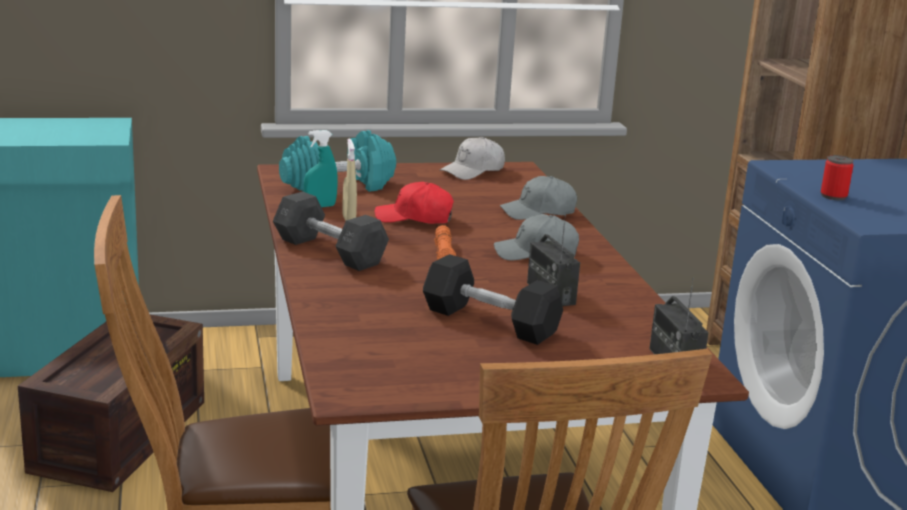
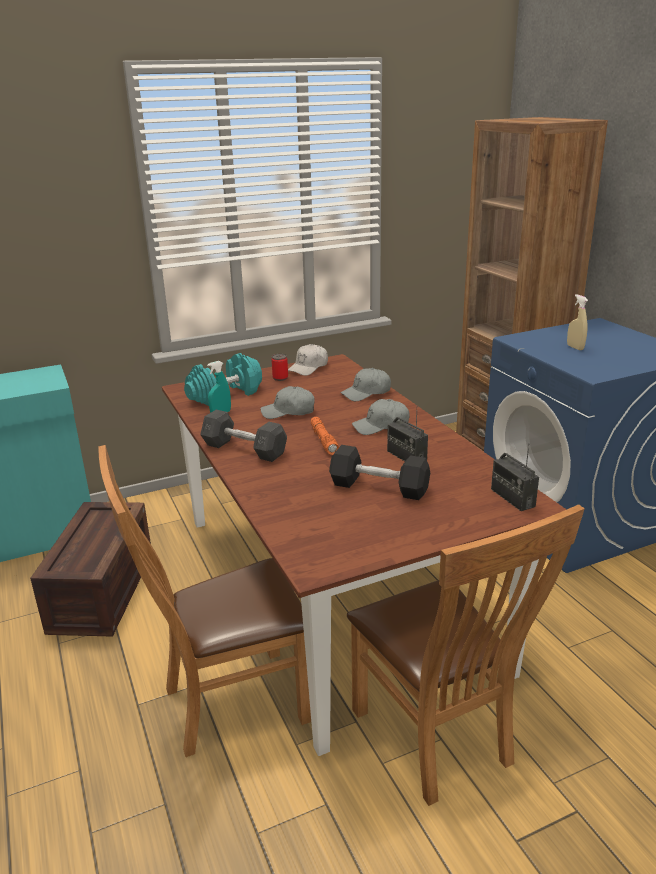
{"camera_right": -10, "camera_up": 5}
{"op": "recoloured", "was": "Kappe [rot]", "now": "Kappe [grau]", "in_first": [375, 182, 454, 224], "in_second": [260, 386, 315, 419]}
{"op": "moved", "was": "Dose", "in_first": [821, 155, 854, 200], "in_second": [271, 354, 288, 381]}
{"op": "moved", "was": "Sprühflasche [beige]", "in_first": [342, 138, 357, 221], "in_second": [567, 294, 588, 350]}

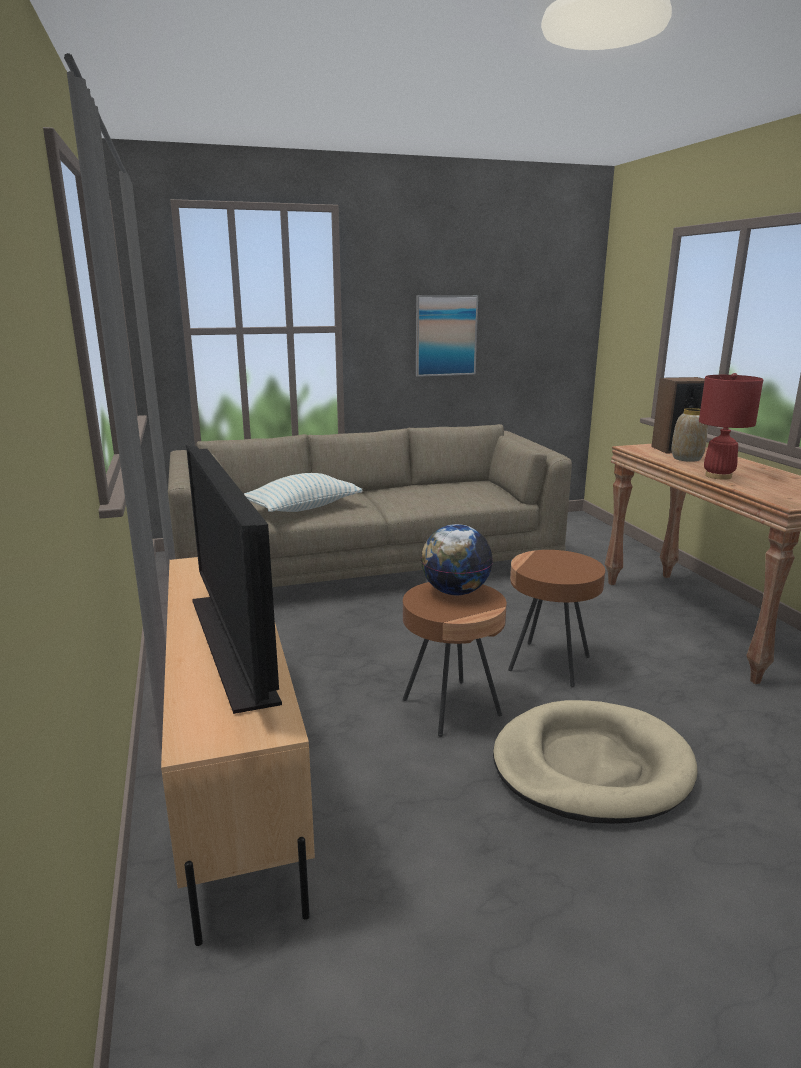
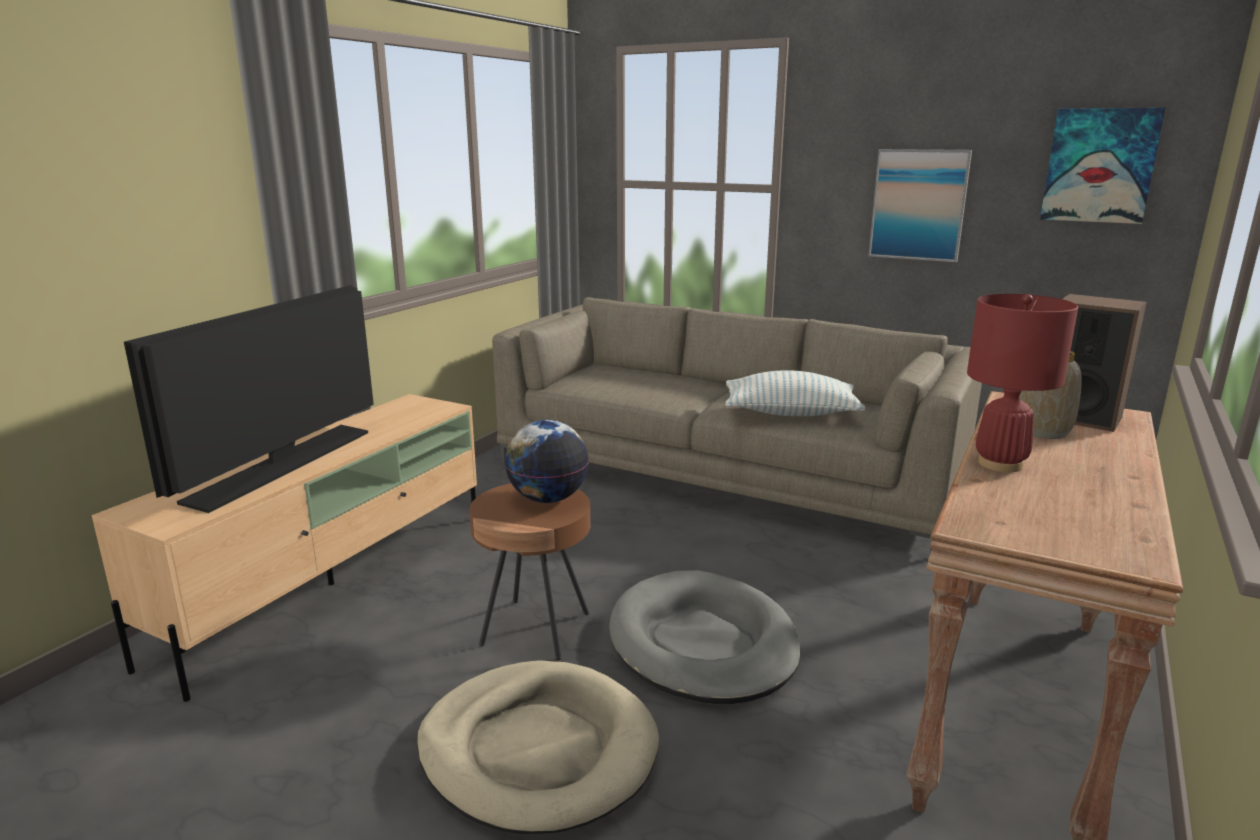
{"camera_right": 45, "camera_up": 0}
{"op": "replaced", "was": "Beistelltisch [braun]", "now": "Hundebett [grau]", "in_first": [508, 550, 605, 687], "in_second": [609, 570, 800, 704]}
{"op": "moved", "was": "Kissen", "in_first": [244, 473, 363, 512], "in_second": [725, 370, 866, 416]}
{"op": "added", "now": "Bild", "in_second": [1040, 107, 1166, 224]}

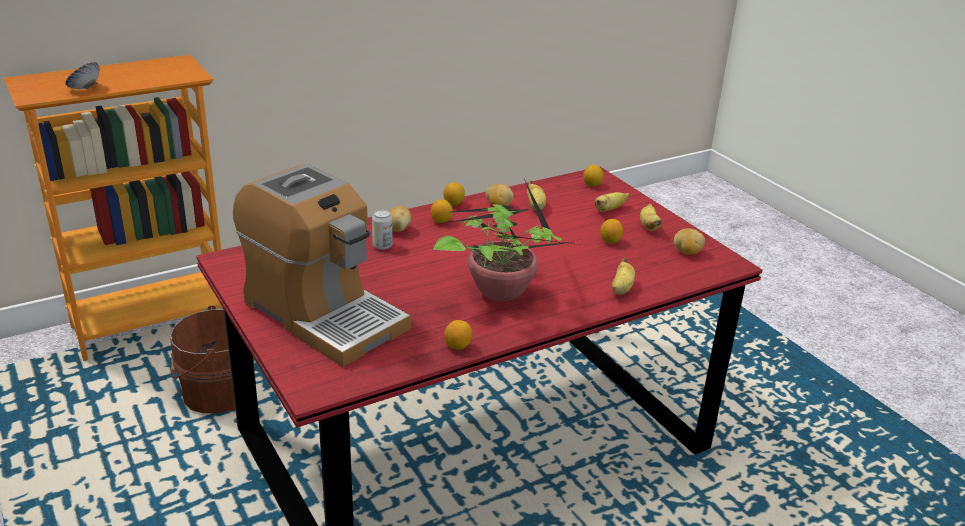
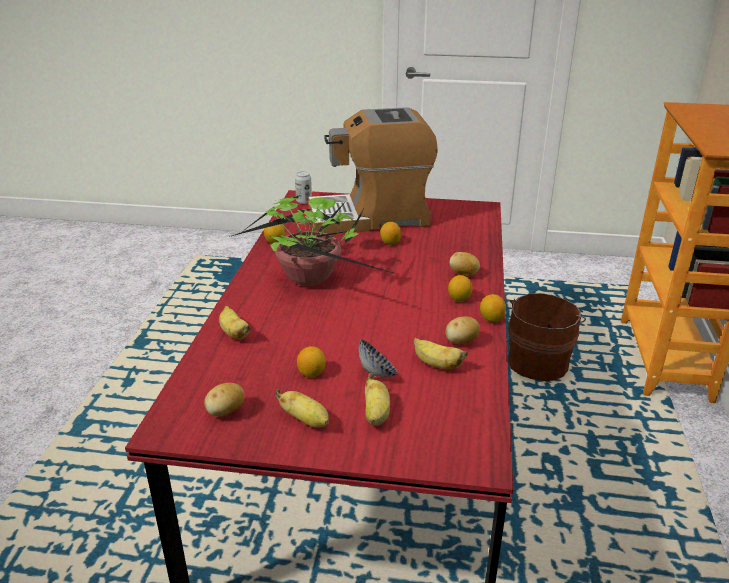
{"camera_right": 130, "camera_up": 0}
{"op": "moved", "was": "Dose", "in_first": [372, 210, 393, 250], "in_second": [295, 171, 312, 204]}
{"op": "moved", "was": "Schüssel", "in_first": [66, 62, 100, 89], "in_second": [359, 339, 398, 378]}
{"op": "moved", "was": "Zitrone", "in_first": [583, 165, 604, 187], "in_second": [380, 222, 401, 245]}

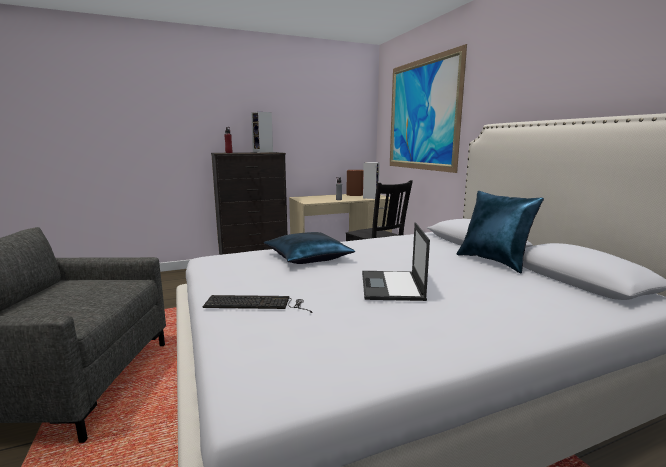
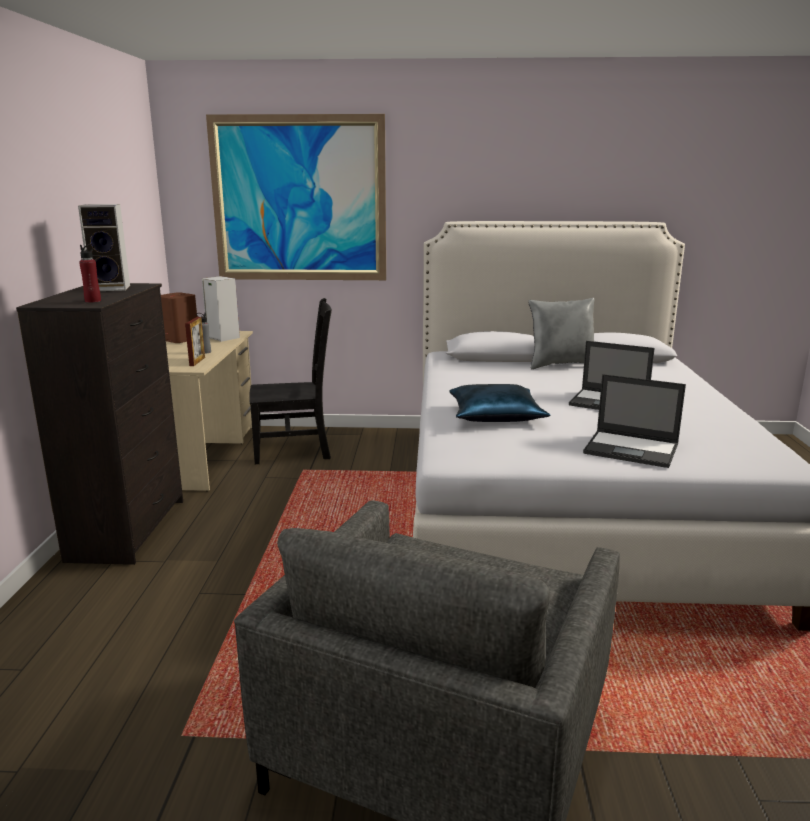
{"camera_right": -65, "camera_up": 5}
{"op": "added", "now": "Bilderrahmen", "in_second": [185, 317, 205, 366]}
{"op": "recoloured", "was": "Kissen [blau]", "now": "Kissen [grau]", "in_first": [457, 191, 544, 273], "in_second": [528, 298, 595, 369]}
{"op": "replaced", "was": "Tastatur", "now": "Laptop", "in_first": [203, 295, 312, 313], "in_second": [583, 374, 686, 468]}

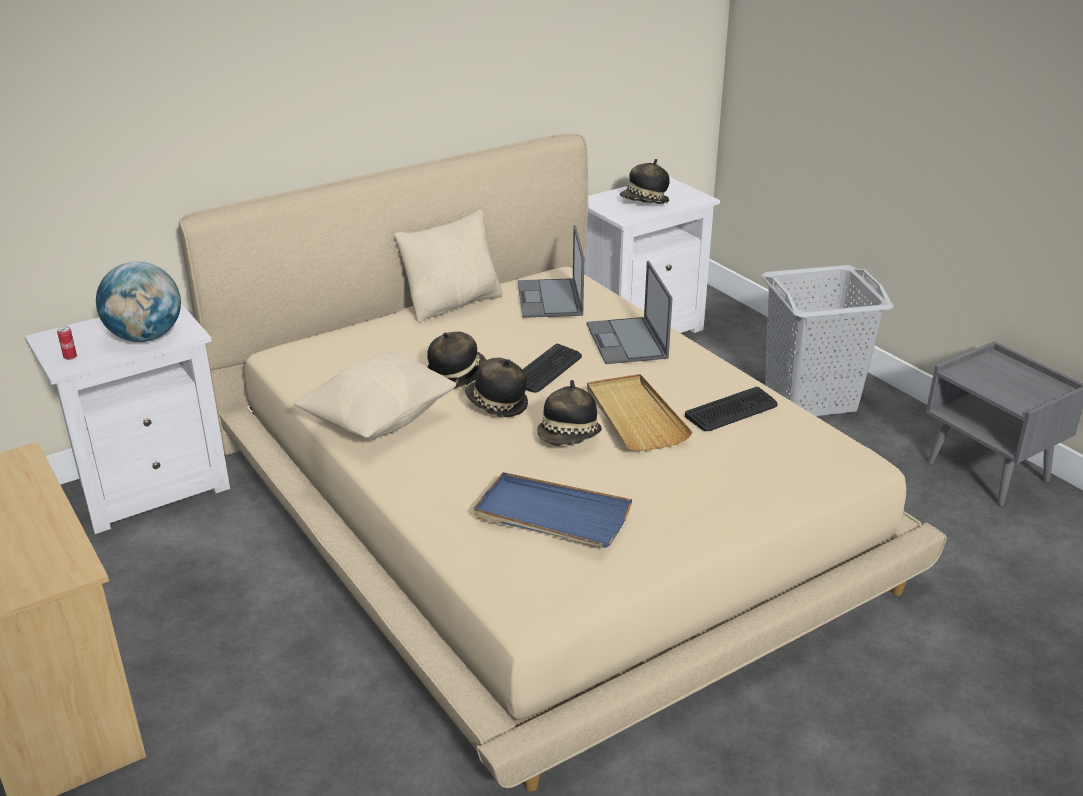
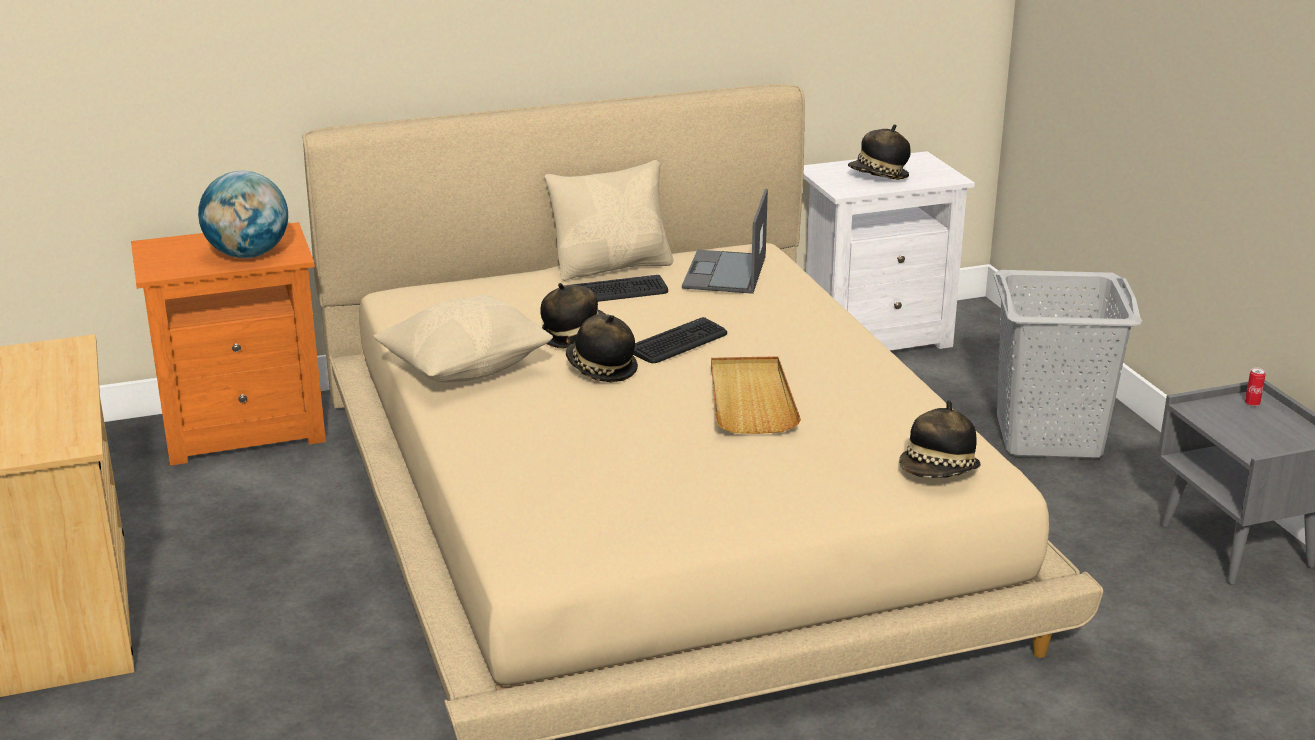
{"camera_right": 15, "camera_up": -5}
{"op": "recoloured", "was": "Nachttisch [weiß]", "now": "Nachttisch [orange]", "in_first": [25, 304, 230, 534], "in_second": [131, 222, 326, 466]}
{"op": "moved", "was": "Tastatur", "in_first": [685, 387, 778, 431], "in_second": [572, 275, 668, 302]}
{"op": "moved", "was": "Hut", "in_first": [537, 380, 602, 446], "in_second": [899, 400, 980, 478]}
{"op": "moved", "was": "Dose", "in_first": [57, 326, 77, 360], "in_second": [1245, 368, 1266, 407]}
{"op": "removed", "was": "Tablett [blau]", "in_first": [474, 472, 632, 548]}
{"op": "removed", "was": "Laptop", "in_first": [586, 261, 673, 364]}

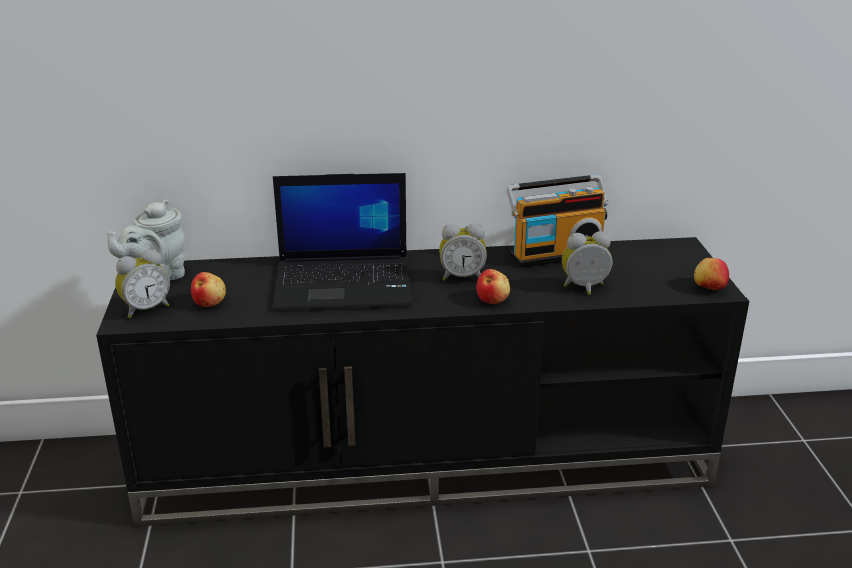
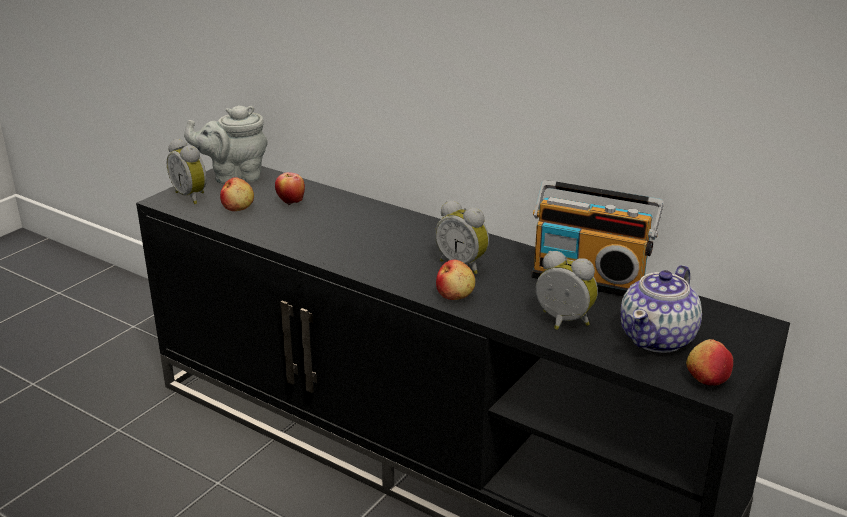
{"camera_right": 40, "camera_up": 0}
{"op": "turned", "was": "Wecker", "in_first": [115, 249, 170, 318], "in_second": [166, 138, 207, 204], "clockwise": 45}
{"op": "added", "now": "Apfel", "in_second": [275, 172, 305, 205]}
{"op": "added", "now": "Teekanne", "in_second": [620, 265, 702, 353]}
{"op": "removed", "was": "Laptop", "in_first": [272, 173, 412, 310]}

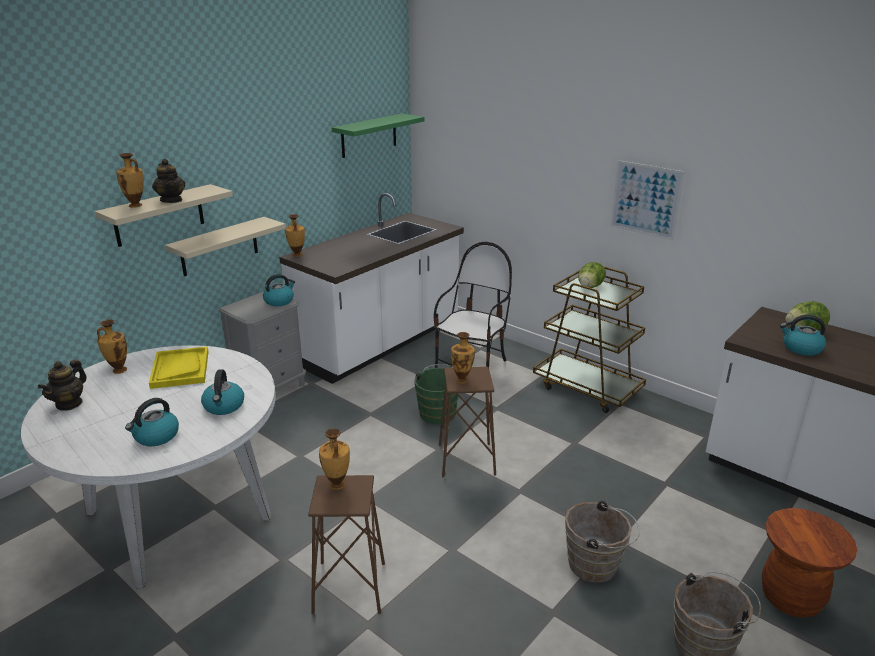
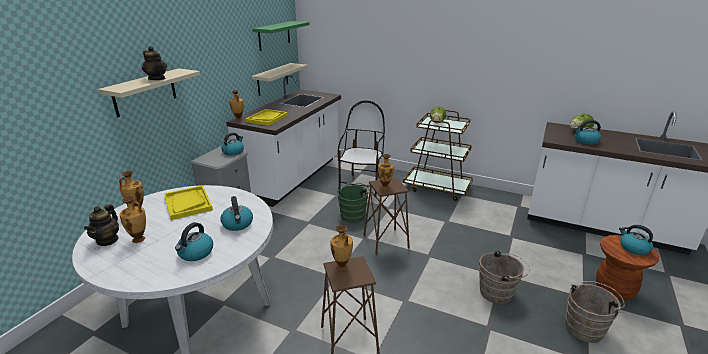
{"camera_right": -15, "camera_up": 0}
{"op": "moved", "was": "Vase", "in_first": [116, 153, 144, 208], "in_second": [120, 196, 146, 243]}
{"op": "added", "now": "Tablett [gelb]", "in_second": [245, 109, 288, 126]}
{"op": "moved", "was": "Wandregal [beige]", "in_first": [165, 217, 286, 276], "in_second": [252, 63, 307, 96]}
{"op": "added", "now": "Wasserkessel", "in_second": [619, 225, 653, 255]}
{"op": "removed", "was": "Bild", "in_first": [610, 160, 684, 240]}

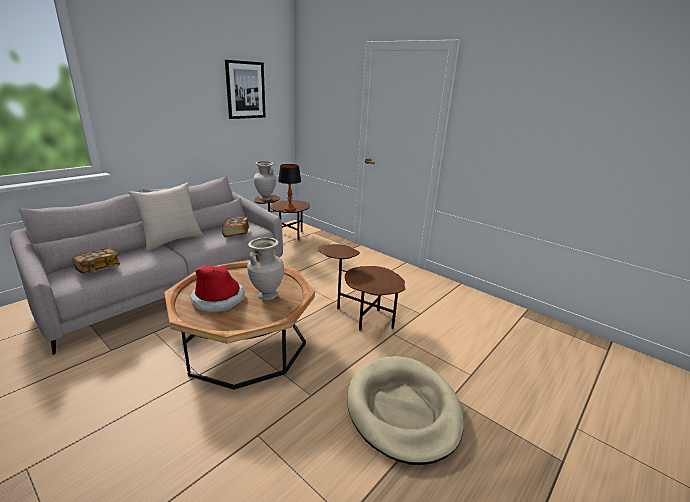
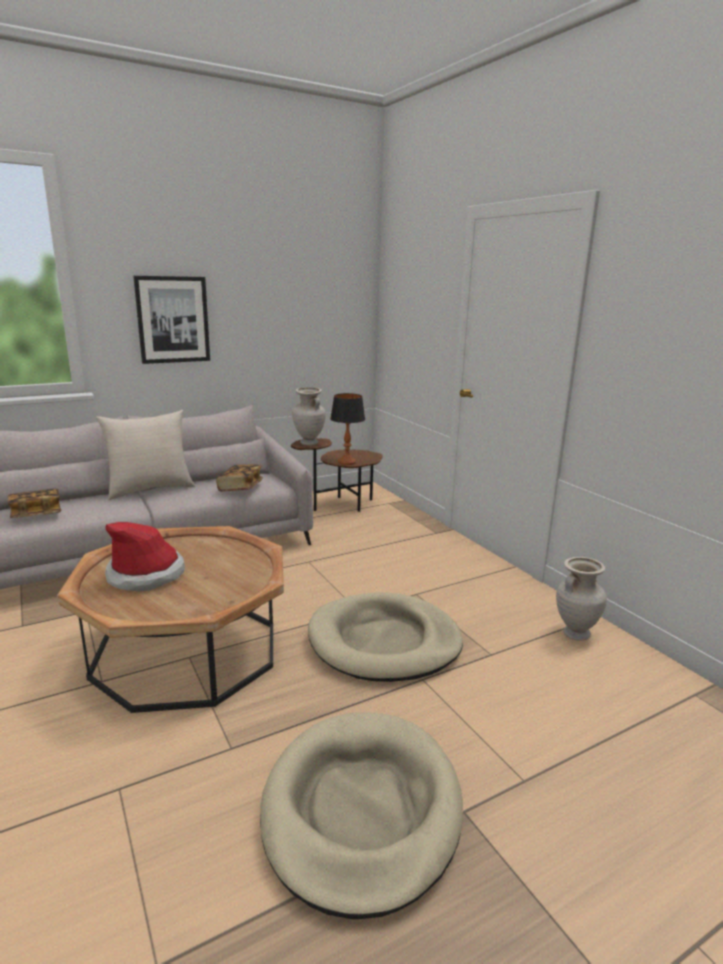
{"camera_right": 20, "camera_up": -5}
{"op": "moved", "was": "Bild", "in_first": [225, 60, 266, 119], "in_second": [133, 276, 210, 364]}
{"op": "replaced", "was": "Beistelltisch [braun]", "now": "Hundebett [beige]", "in_first": [318, 244, 406, 330], "in_second": [308, 592, 463, 682]}
{"op": "moved", "was": "Vase [beige]", "in_first": [247, 237, 284, 300], "in_second": [556, 557, 607, 641]}

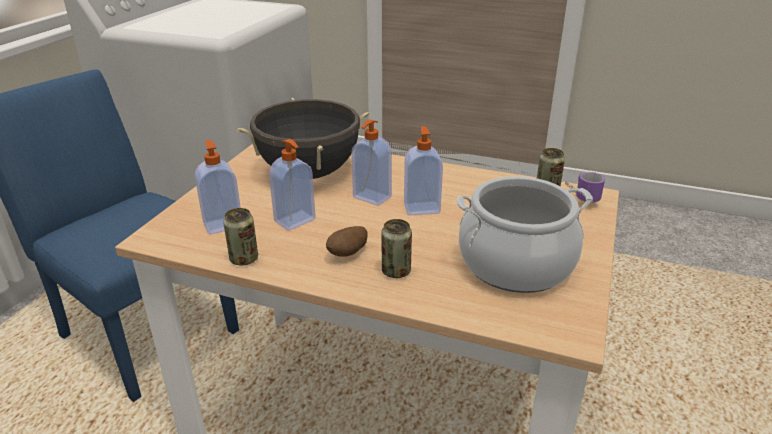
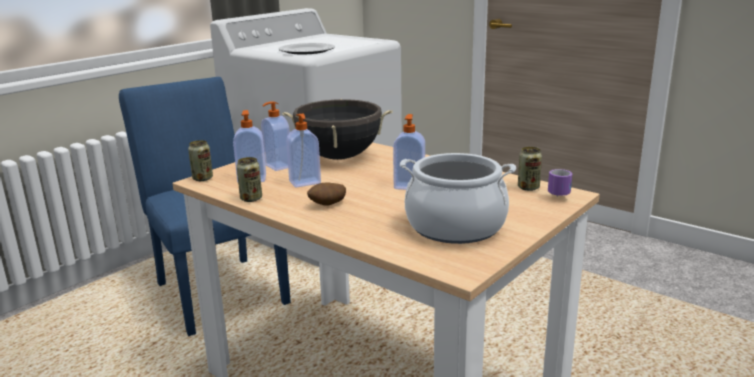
{"camera_right": 20, "camera_up": -10}
{"op": "moved", "was": "Dose", "in_first": [381, 219, 412, 278], "in_second": [188, 140, 213, 181]}
{"op": "moved", "was": "Seifenspender", "in_first": [352, 119, 392, 206], "in_second": [261, 101, 290, 171]}
{"op": "added", "now": "Teller", "in_second": [278, 43, 335, 54]}

